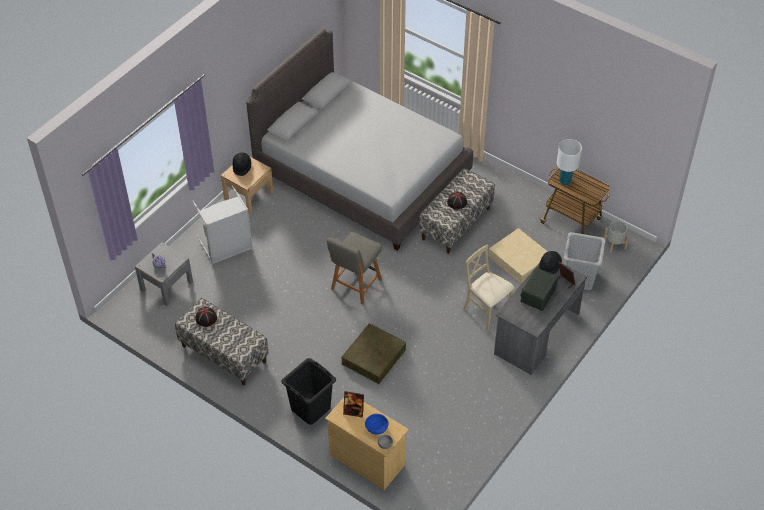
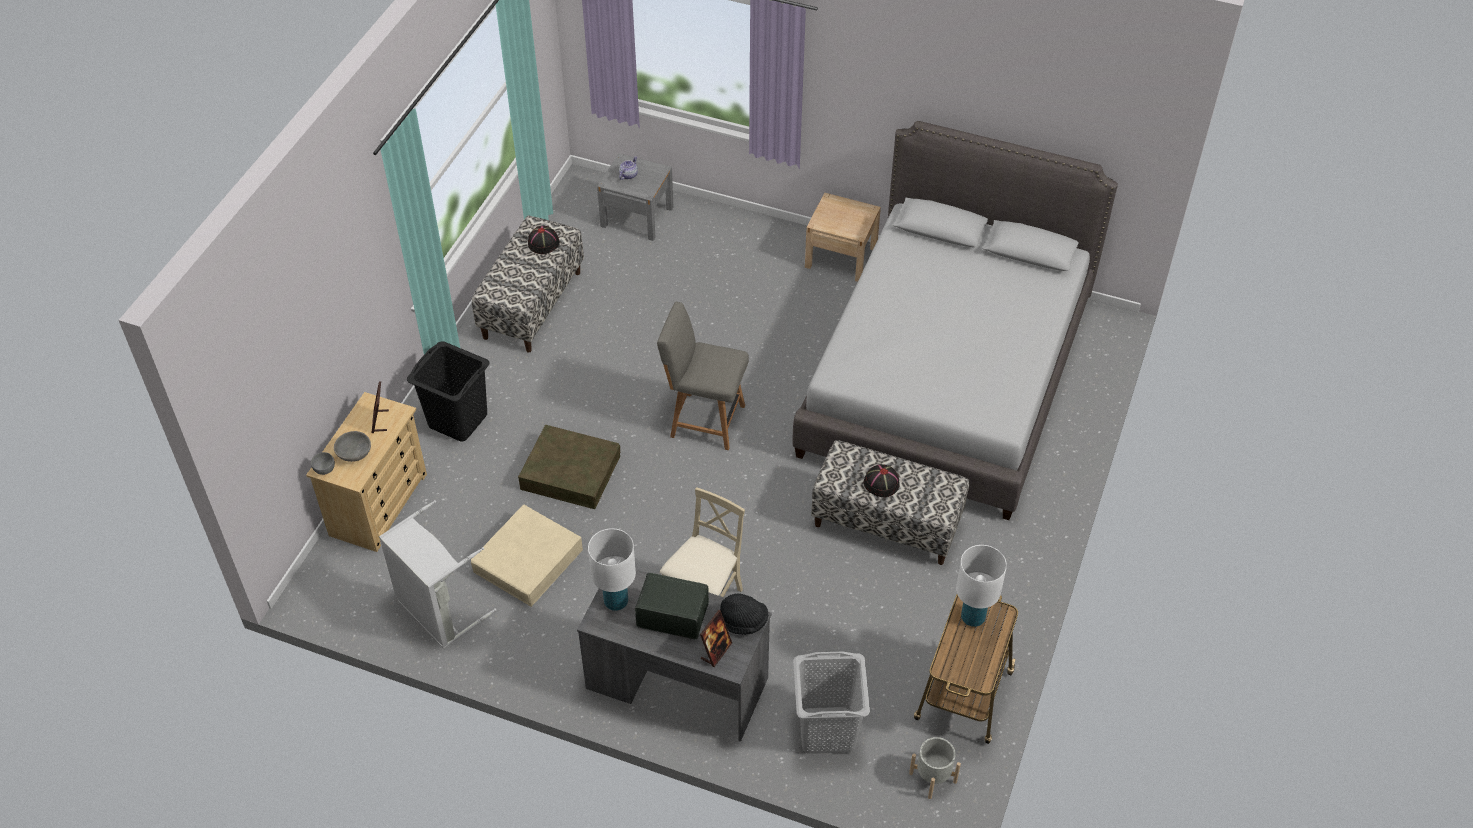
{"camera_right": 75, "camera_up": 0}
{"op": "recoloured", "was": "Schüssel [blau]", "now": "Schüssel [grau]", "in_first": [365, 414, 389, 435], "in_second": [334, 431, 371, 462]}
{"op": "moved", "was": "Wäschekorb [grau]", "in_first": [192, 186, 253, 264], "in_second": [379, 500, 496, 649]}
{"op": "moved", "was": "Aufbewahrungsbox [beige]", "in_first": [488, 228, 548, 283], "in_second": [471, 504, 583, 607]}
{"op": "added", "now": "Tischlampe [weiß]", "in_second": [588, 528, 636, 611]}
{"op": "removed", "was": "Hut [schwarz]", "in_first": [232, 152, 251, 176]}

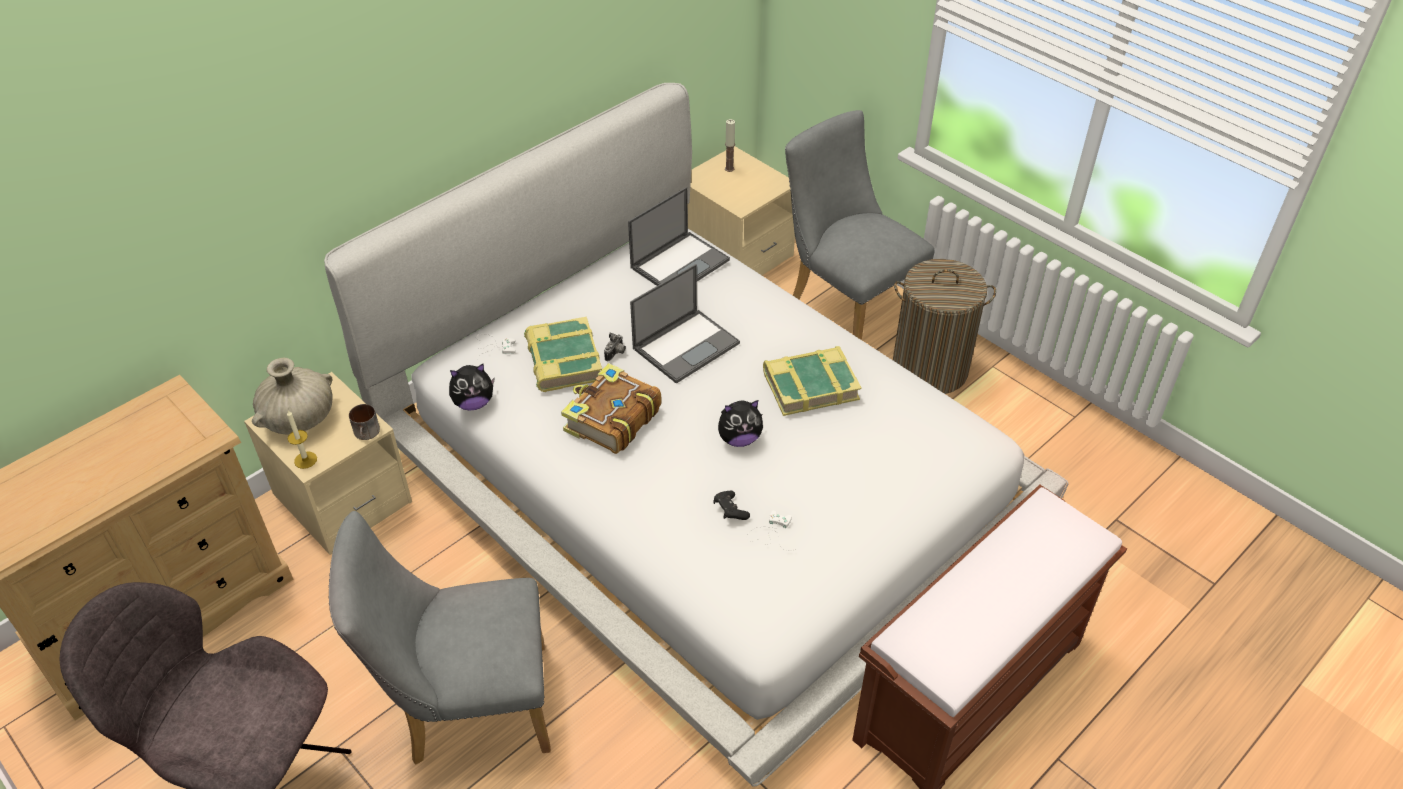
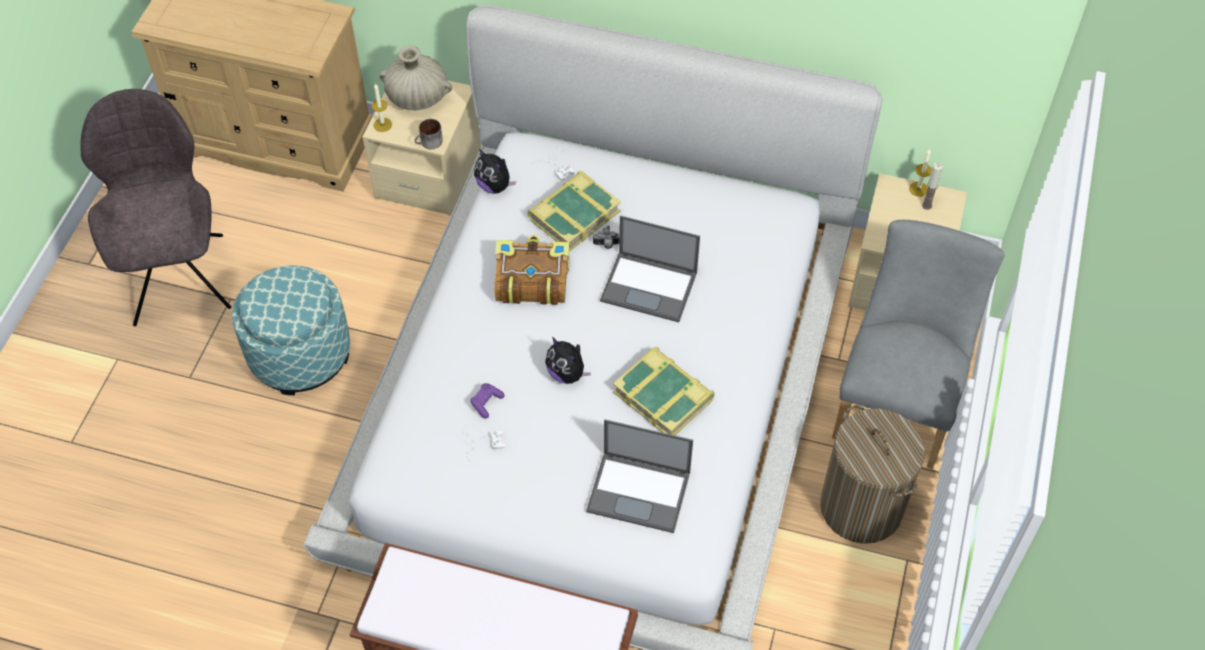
{"camera_right": 60, "camera_up": 10}
{"op": "replaced", "was": "Stuhl [grau]", "now": "Polsterhocker", "in_first": [328, 511, 551, 765], "in_second": [232, 265, 350, 395]}
{"op": "recoloured", "was": "Gamepad [schwarz]", "now": "Gamepad [lila]", "in_first": [713, 491, 750, 520], "in_second": [470, 383, 504, 419]}
{"op": "moved", "was": "Laptop", "in_first": [628, 187, 730, 286], "in_second": [586, 420, 693, 533]}
{"op": "added", "now": "Kerze", "in_second": [909, 149, 932, 197]}

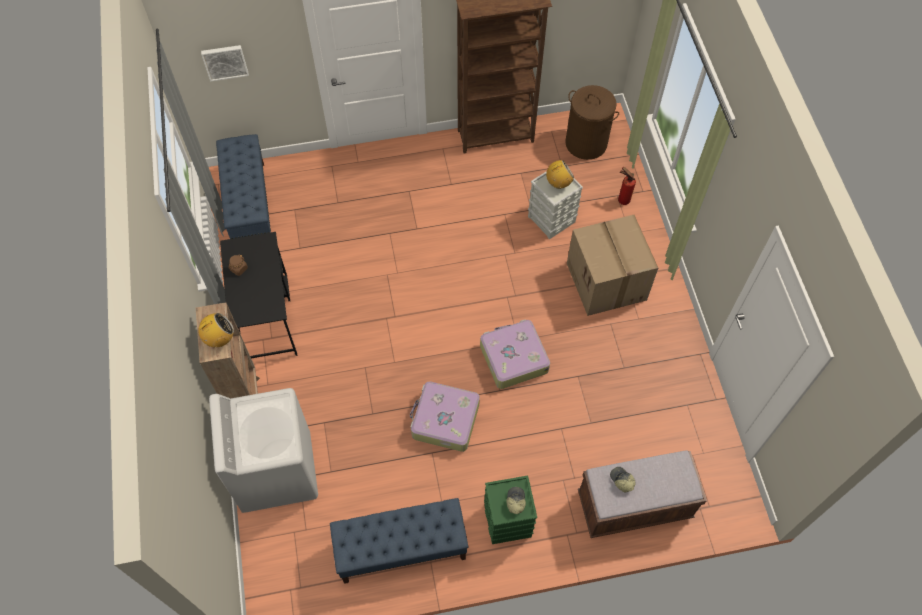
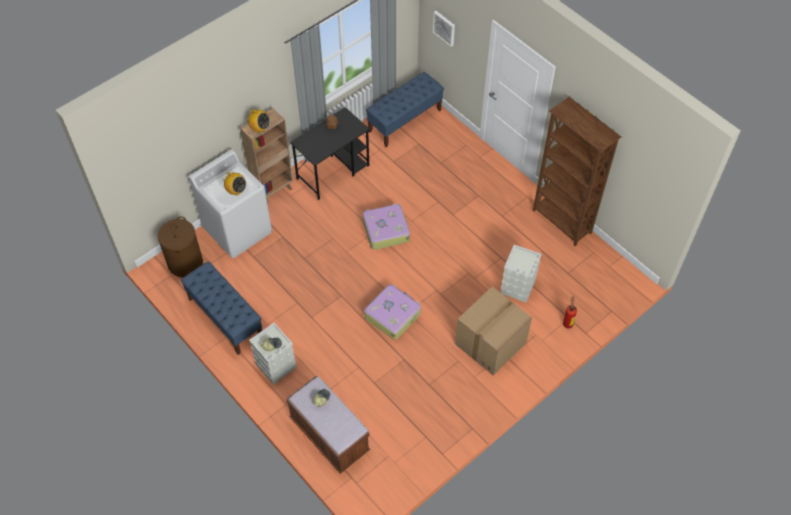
{"camera_right": 60, "camera_up": -5}
{"op": "moved", "was": "Wäschekorb [braun]", "in_first": [565, 85, 619, 160], "in_second": [158, 217, 203, 278]}
{"op": "moved", "was": "Radio", "in_first": [546, 160, 574, 189], "in_second": [223, 172, 246, 195]}
{"op": "recoloured", "was": "Aufbewahrungsbox [grün]", "now": "Aufbewahrungsbox [grau]", "in_first": [484, 476, 537, 544], "in_second": [249, 323, 296, 384]}
{"op": "moved", "was": "Koffer", "in_first": [410, 381, 480, 452], "in_second": [362, 203, 410, 250]}

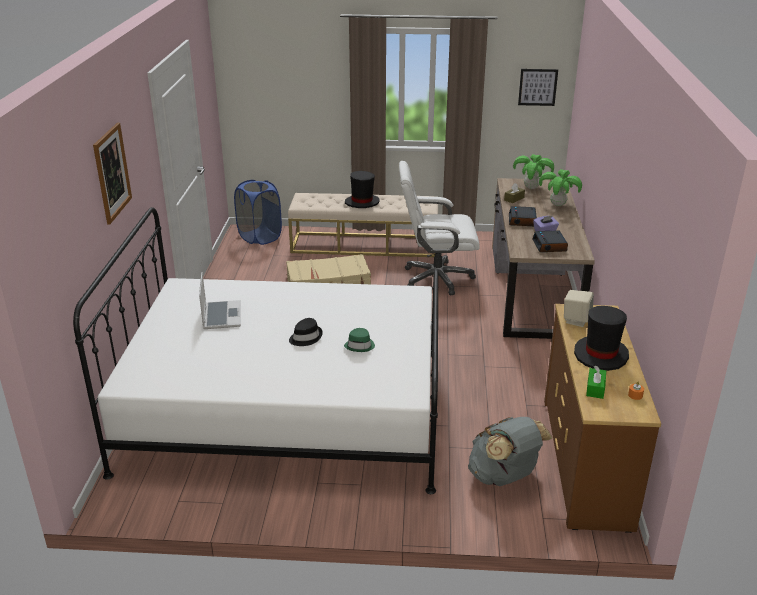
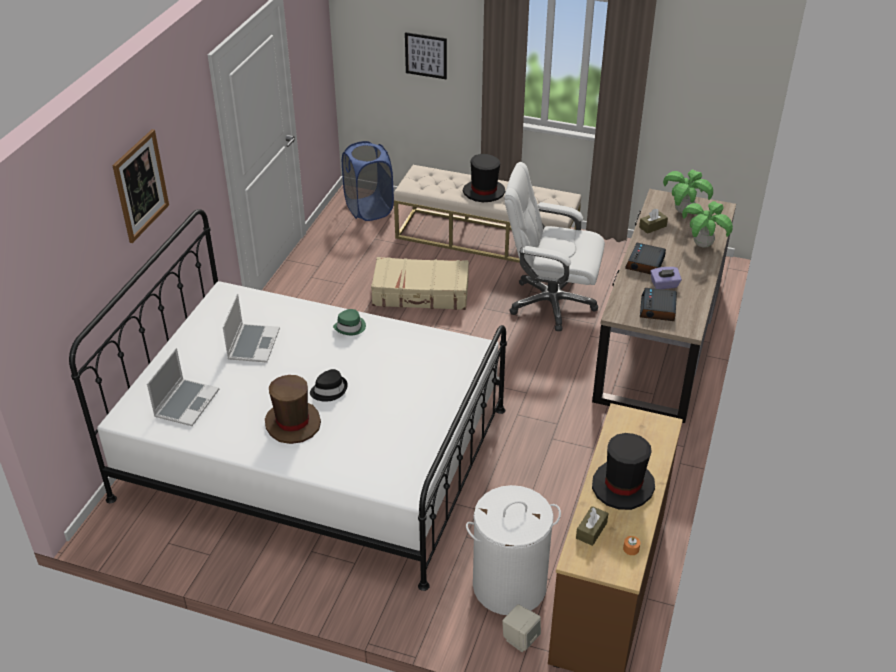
{"camera_right": 15, "camera_up": 10}
{"op": "added", "now": "Laptop", "in_second": [147, 348, 219, 426]}
{"op": "added", "now": "Hut [braun]", "in_second": [265, 375, 321, 444]}
{"op": "moved", "was": "Hut [grün]", "in_first": [344, 328, 375, 352], "in_second": [333, 309, 366, 335]}
{"op": "moved", "was": "Bild", "in_first": [518, 69, 558, 106], "in_second": [405, 32, 447, 79]}
{"op": "replaced", "was": "Rucksack [grau]", "now": "Wäschekorb [weiß]", "in_first": [468, 417, 552, 486], "in_second": [466, 485, 561, 615]}
{"op": "moved", "was": "Lautsprecher [beige]", "in_first": [564, 290, 594, 327], "in_second": [502, 604, 541, 652]}
{"op": "recoloured", "was": "Taschentuchbox [grün]", "now": "Taschentuchbox [braun]", "in_first": [586, 366, 606, 399], "in_second": [576, 506, 608, 546]}

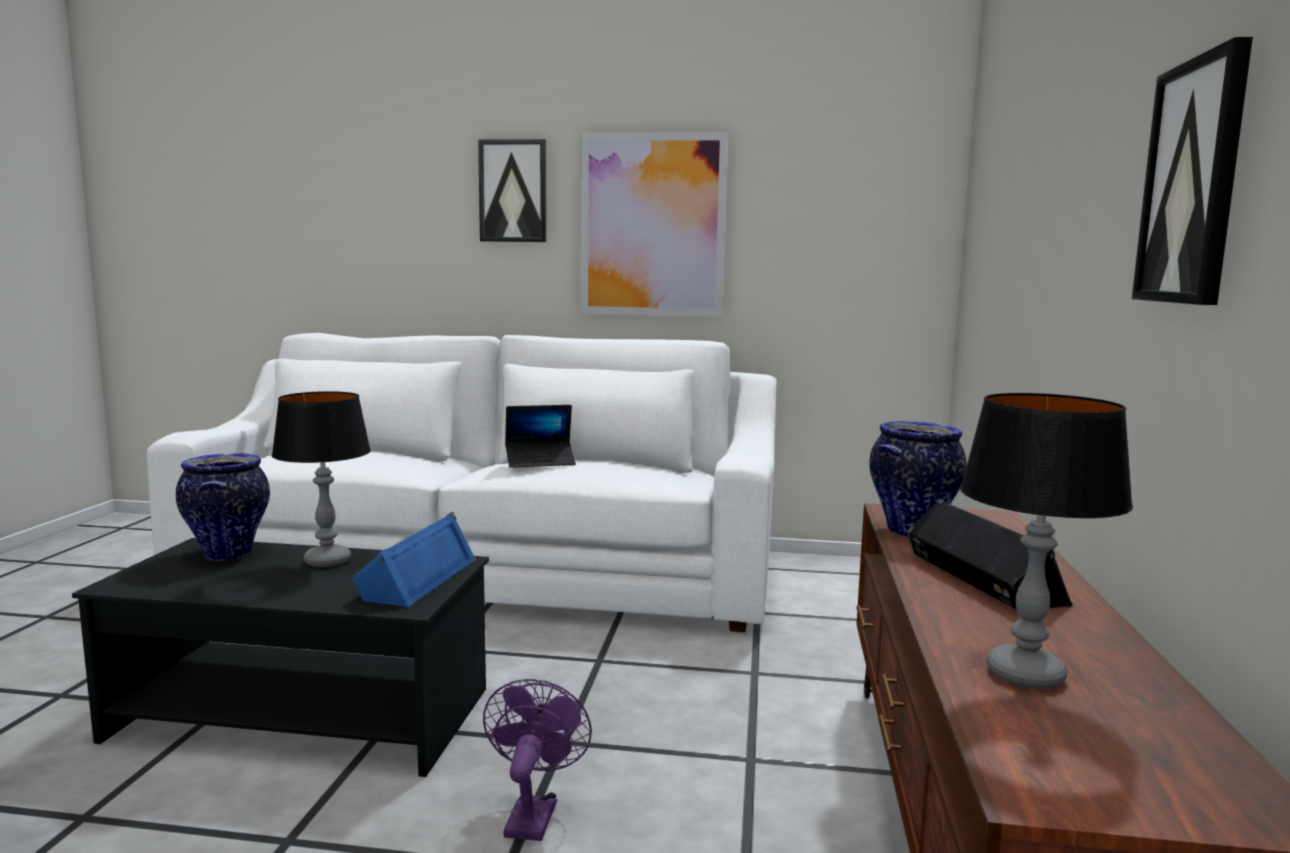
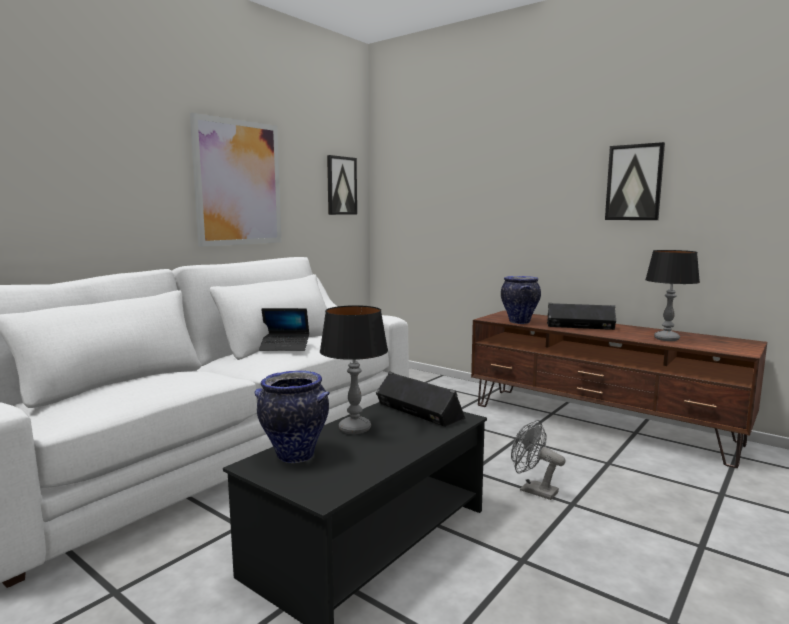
{"camera_right": -60, "camera_up": 0}
{"op": "turned", "was": "Laptop", "in_first": [505, 405, 576, 468], "in_second": [259, 308, 309, 351], "clockwise": 75}
{"op": "moved", "was": "Bild", "in_first": [478, 139, 547, 242], "in_second": [327, 155, 357, 215]}
{"op": "recoloured", "was": "Lautsprecher [blau]", "now": "Lautsprecher [schwarz]", "in_first": [352, 512, 476, 607], "in_second": [376, 371, 466, 427]}
{"op": "recoloured", "was": "Ventilator [lila]", "now": "Ventilator [grau]", "in_first": [483, 679, 592, 841], "in_second": [511, 420, 565, 500]}

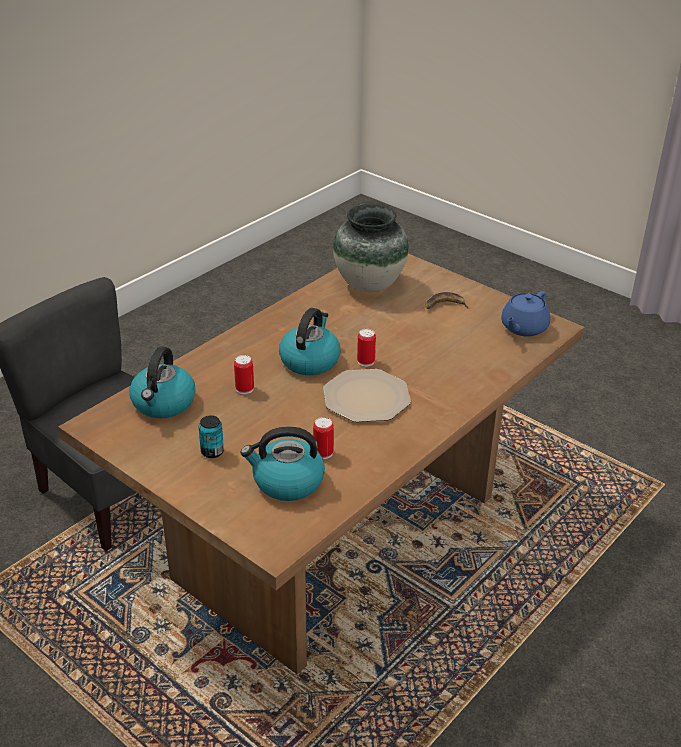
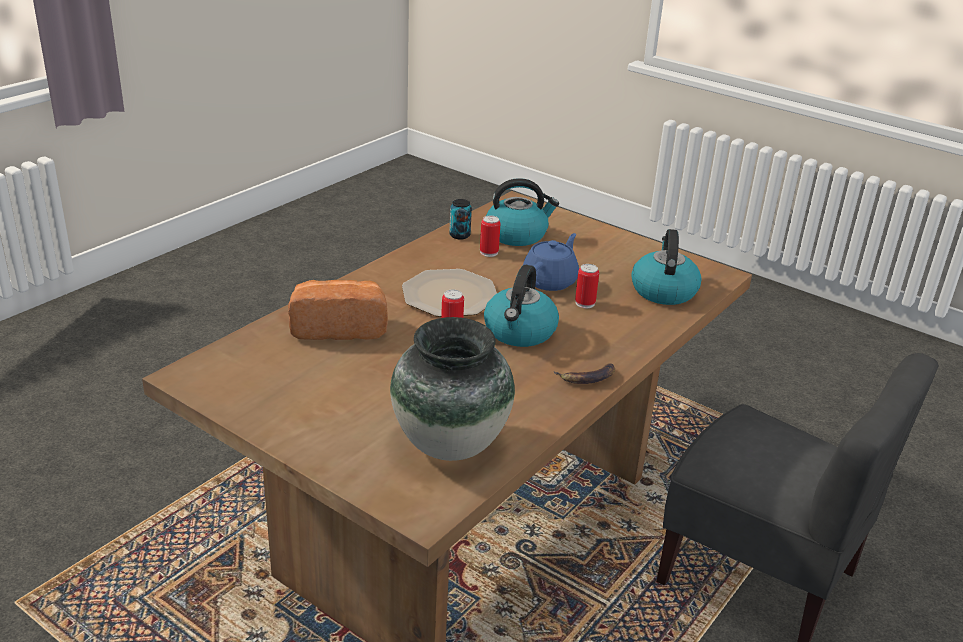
{"camera_right": 175, "camera_up": -5}
{"op": "added", "now": "Brot", "in_second": [288, 280, 388, 340]}
{"op": "moved", "was": "Dose", "in_first": [198, 415, 224, 458], "in_second": [449, 199, 472, 240]}
{"op": "moved", "was": "Teekanne [blau]", "in_first": [501, 291, 551, 336], "in_second": [523, 233, 579, 291]}
{"op": "moved", "was": "Banane", "in_first": [426, 292, 469, 309], "in_second": [554, 363, 615, 384]}

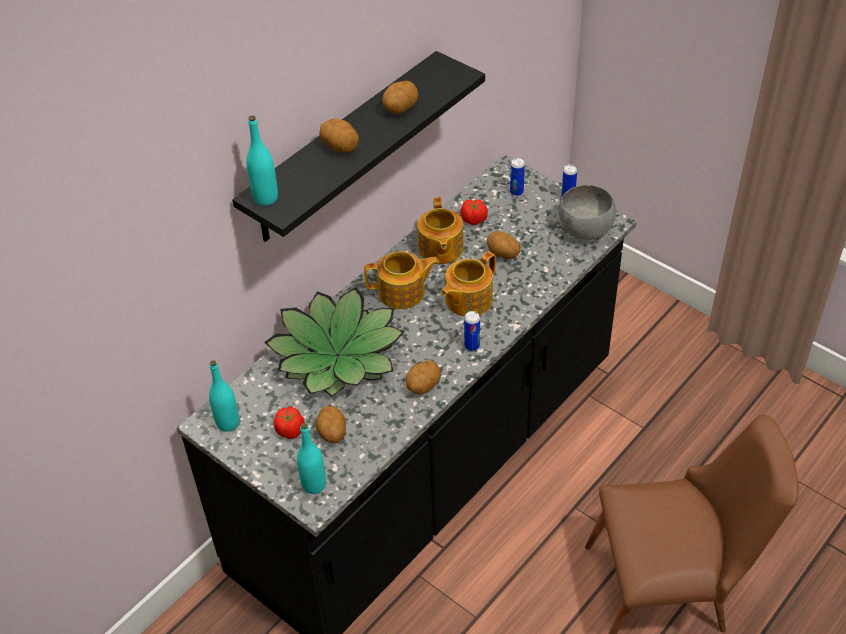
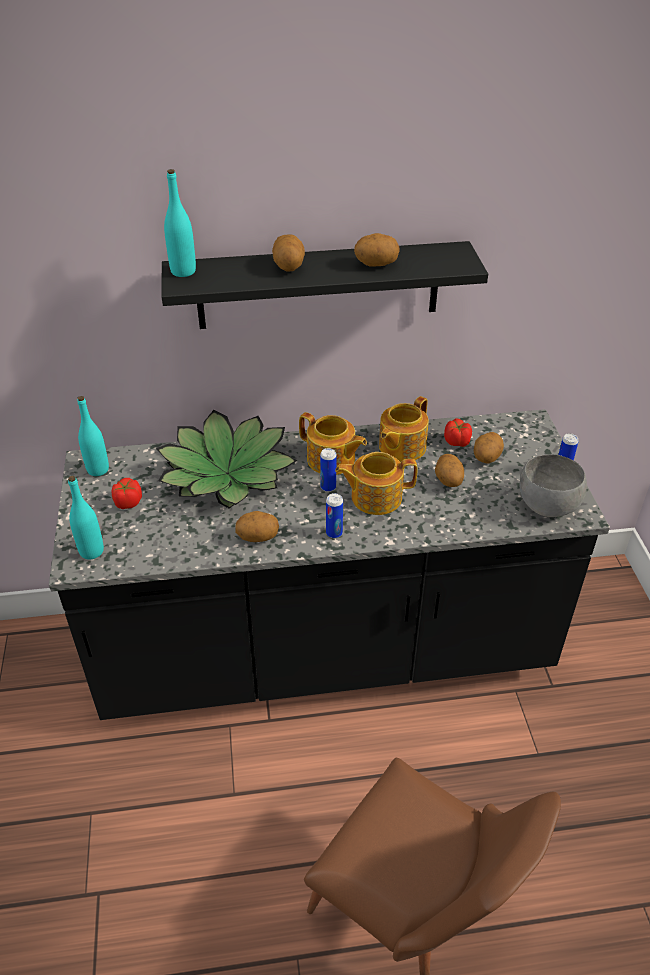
{"camera_right": 40, "camera_up": -5}
{"op": "moved", "was": "Dose", "in_first": [510, 158, 525, 196], "in_second": [320, 448, 337, 492]}
{"op": "moved", "was": "Kartoffel", "in_first": [316, 406, 346, 443], "in_second": [474, 432, 504, 464]}

